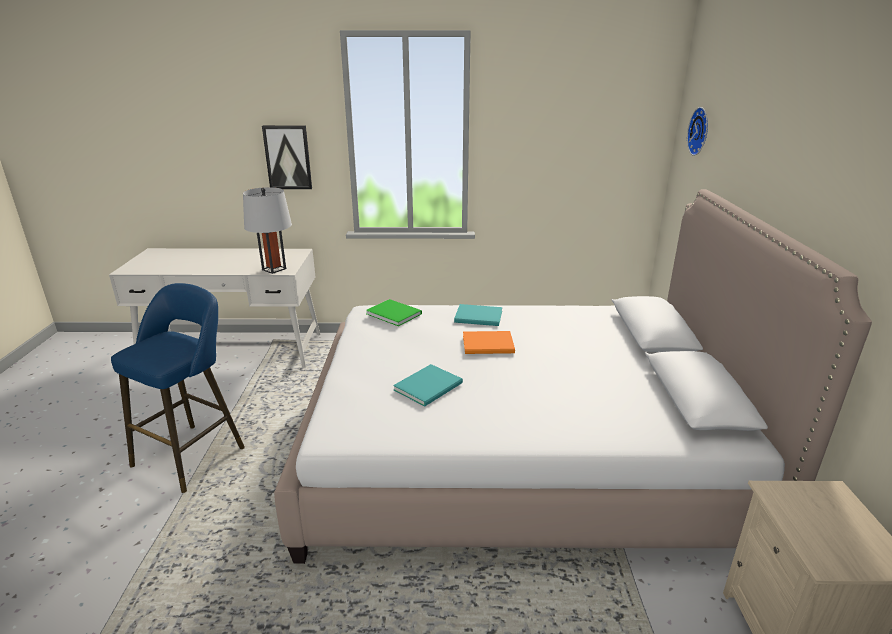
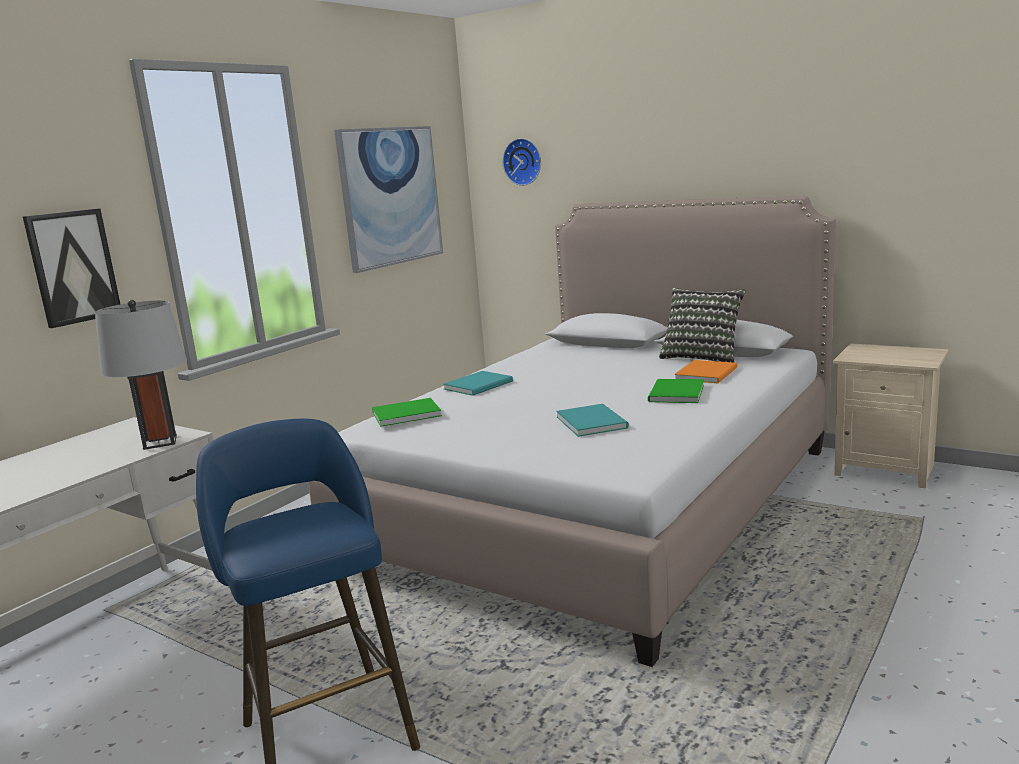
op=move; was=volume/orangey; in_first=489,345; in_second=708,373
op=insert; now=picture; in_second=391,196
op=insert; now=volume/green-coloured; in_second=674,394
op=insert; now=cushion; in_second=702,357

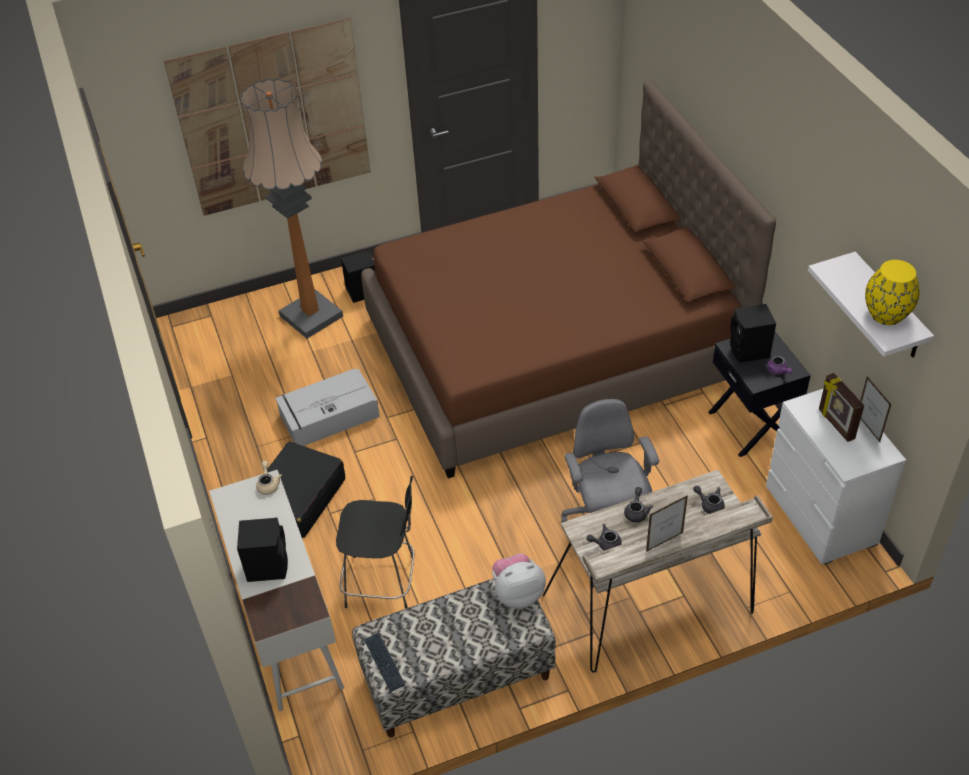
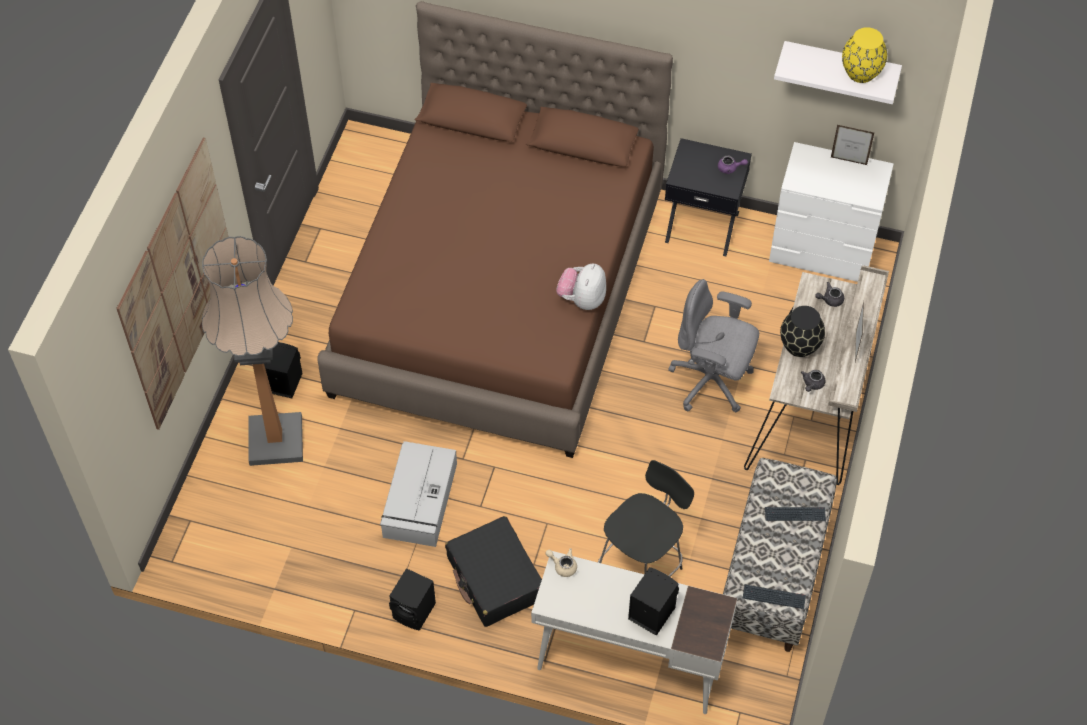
op=move; was=soft toy; in_first=517,594; in_second=582,299
op=replace; was=tea pot/greyish; now=decorative vase/blackish; in_first=636,511; in_second=799,346
op=move; was=speaker/blackish; in_first=749,351; in_second=415,612
op=delete; was=picture frame; in_first=835,424
op=insert; now=PC keyboard; in_second=795,514

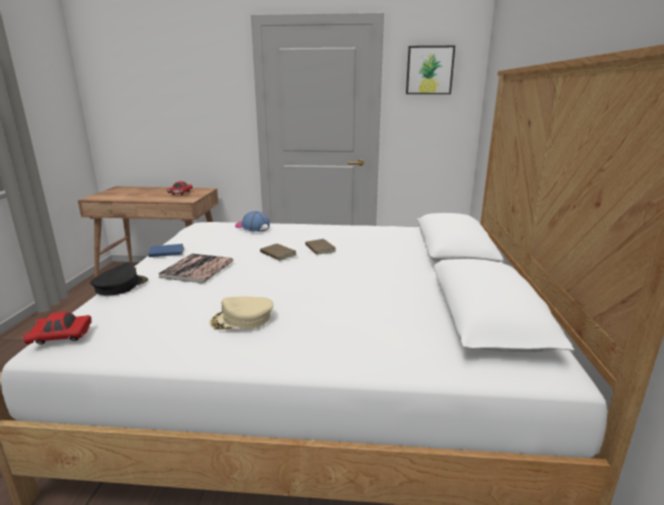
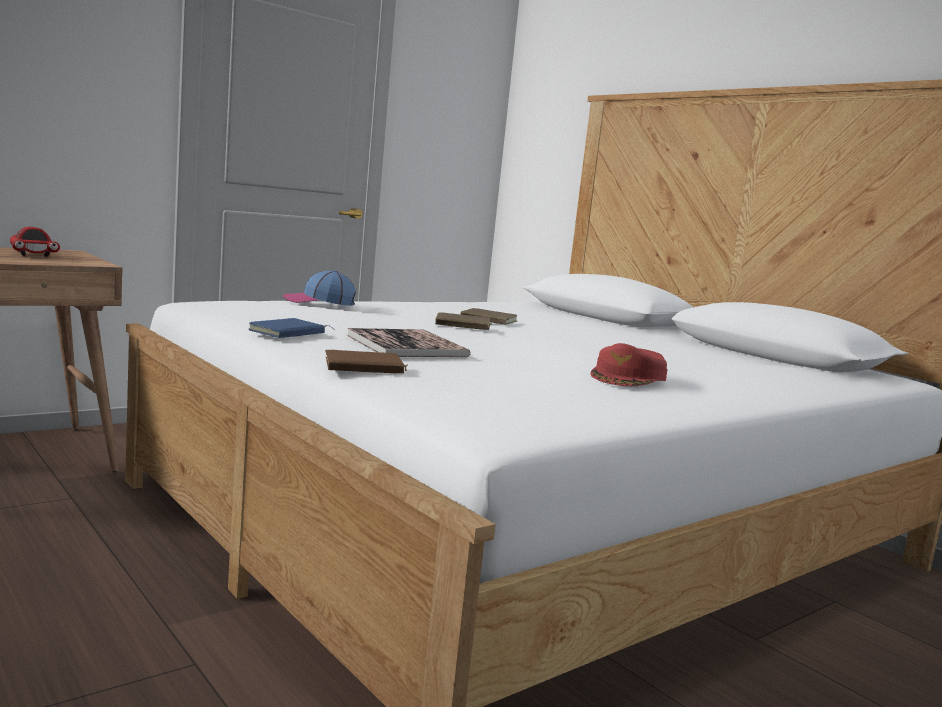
op=delete; was=miniature car/red-coloured; in_first=61,337
op=replace; was=peaked cap/blackish; now=volume/brown-coloured; in_first=120,286; in_second=363,368
op=recolor; was=peaked cap/sand-coloured; now=peaked cap/red-coloured; in_first=242,319; in_second=628,377
op=delete; was=picture; in_first=429,70

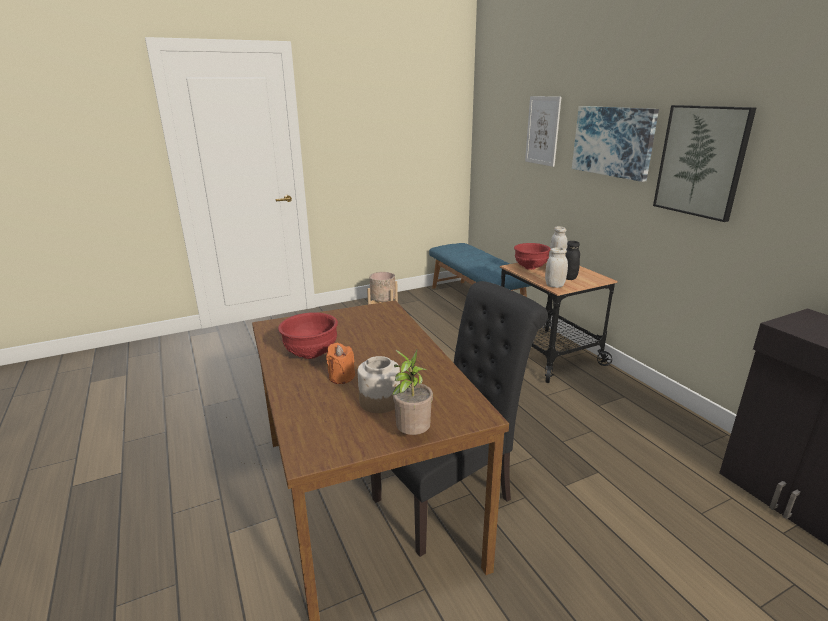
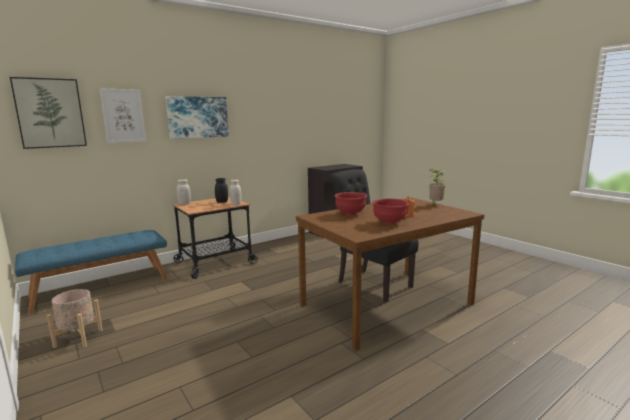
op=delete; was=preserve jar; in_first=380,401
op=move; was=deep dish/red-coloured; in_first=530,267; in_second=350,214
op=move; was=picture; in_first=701,161; in_second=50,113

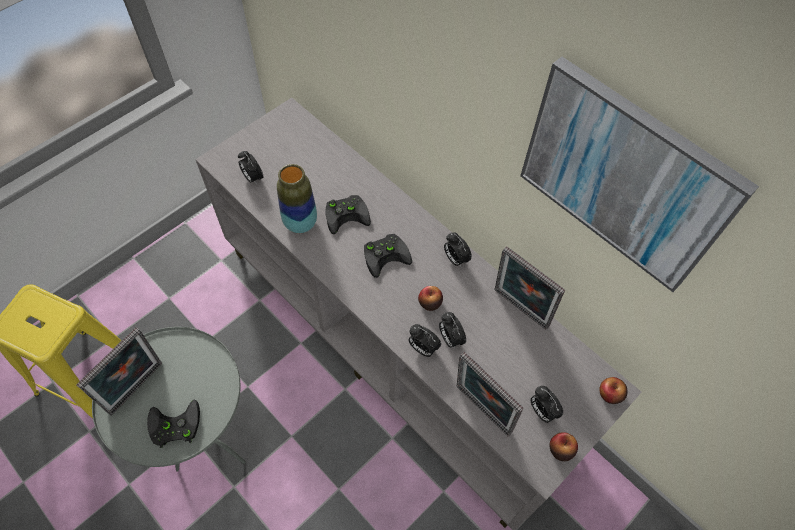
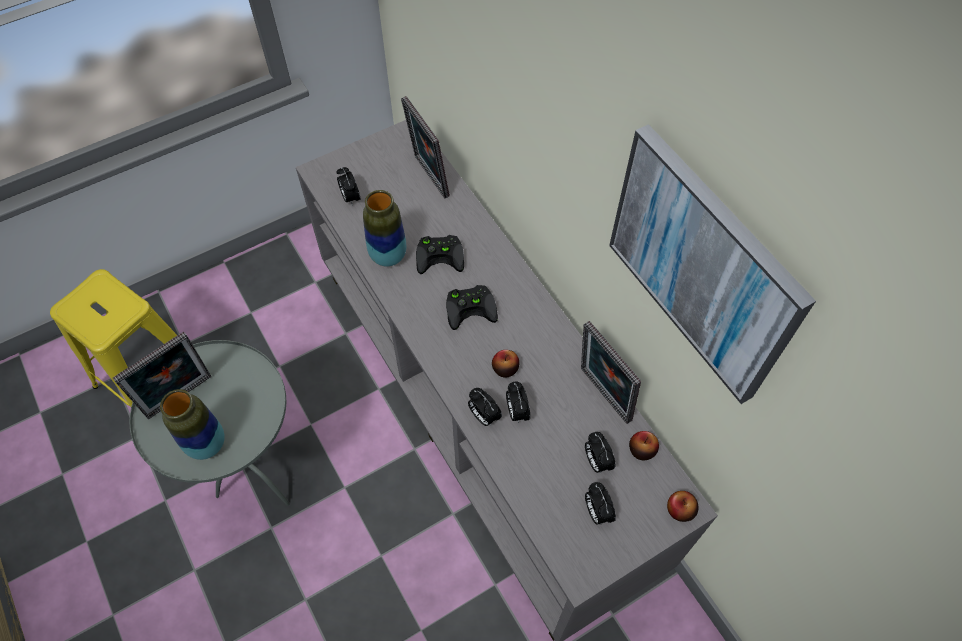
op=replace; was=gamepad/blackish; now=decorative vase; in_first=173,427; in_second=206,444
op=move; was=alarm clock; in_first=455,259; in_second=596,461
op=move; was=picture frame; in_first=480,412; in_second=428,177
op=move; was=apple fruit; in_first=561,449; in_second=642,449

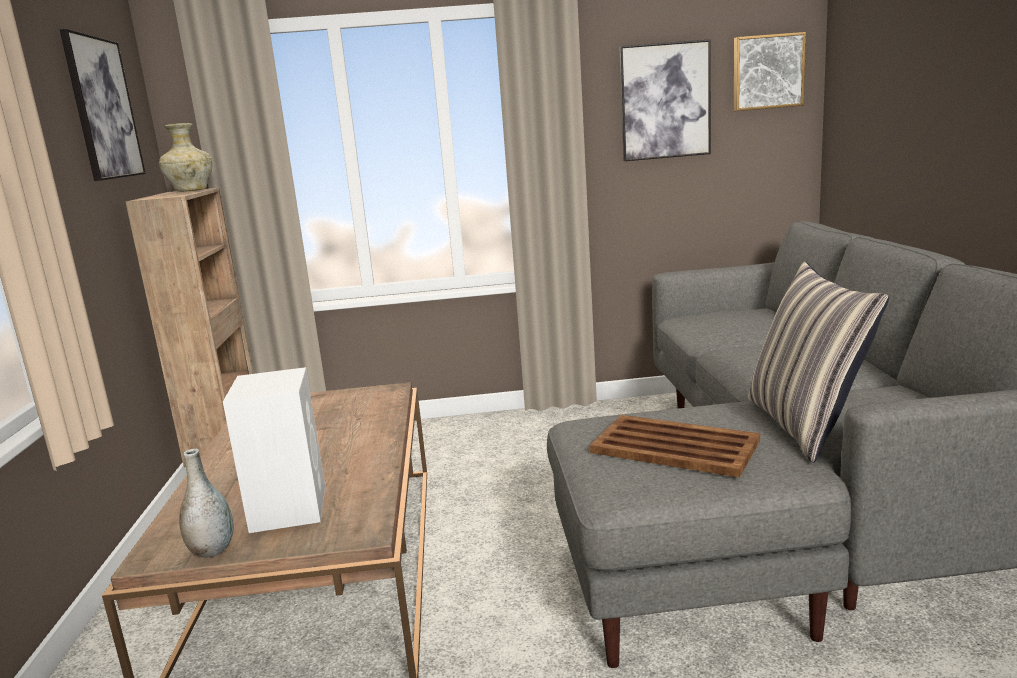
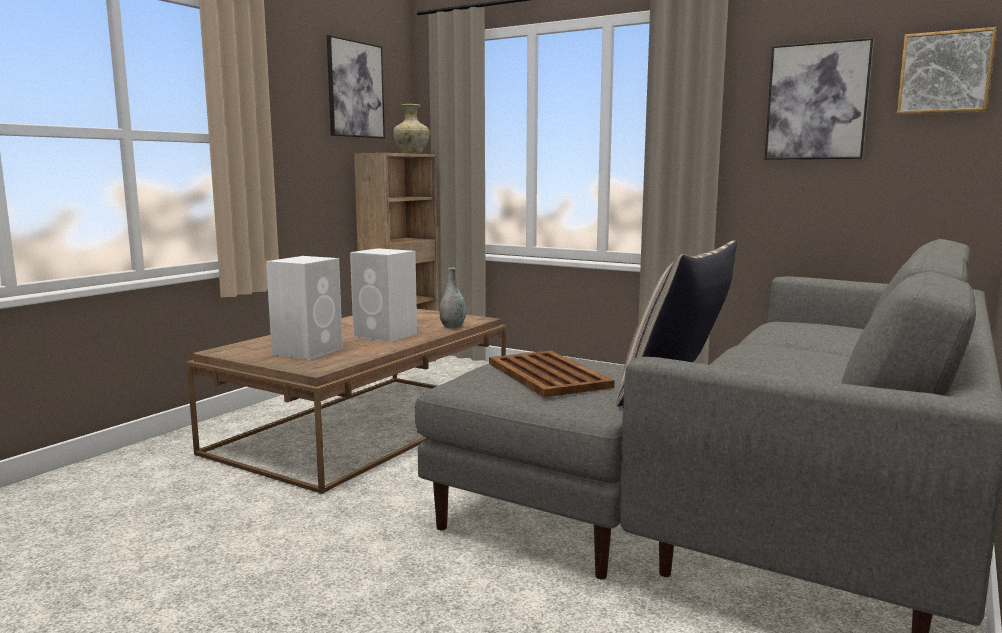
op=move; was=decorative vase/greyish; in_first=212,550; in_second=452,327
op=insert; now=speaker/whitish; in_second=386,335

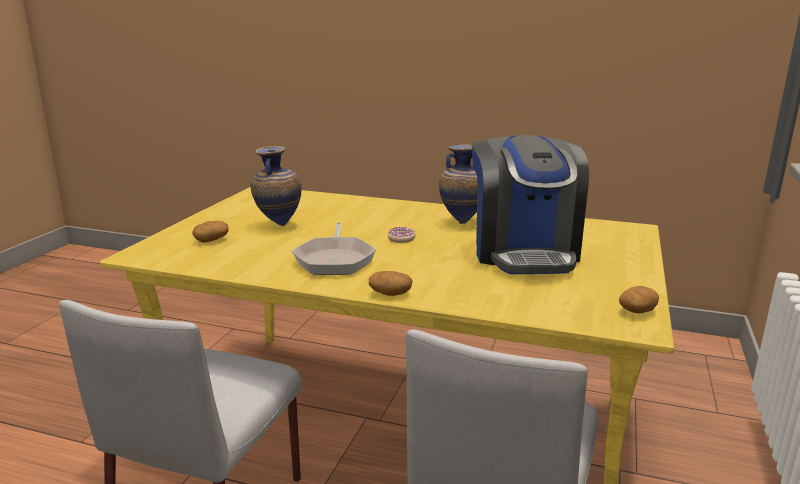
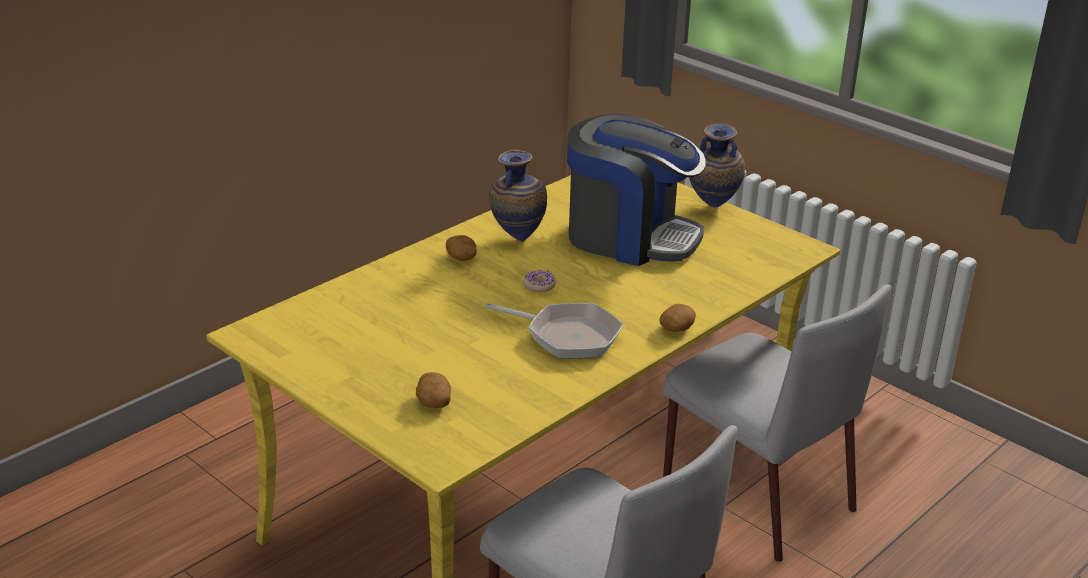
op=move; was=decorative vase; in_first=278,224; in_second=712,208
op=move; was=whole potato; in_first=637,311; in_second=462,258

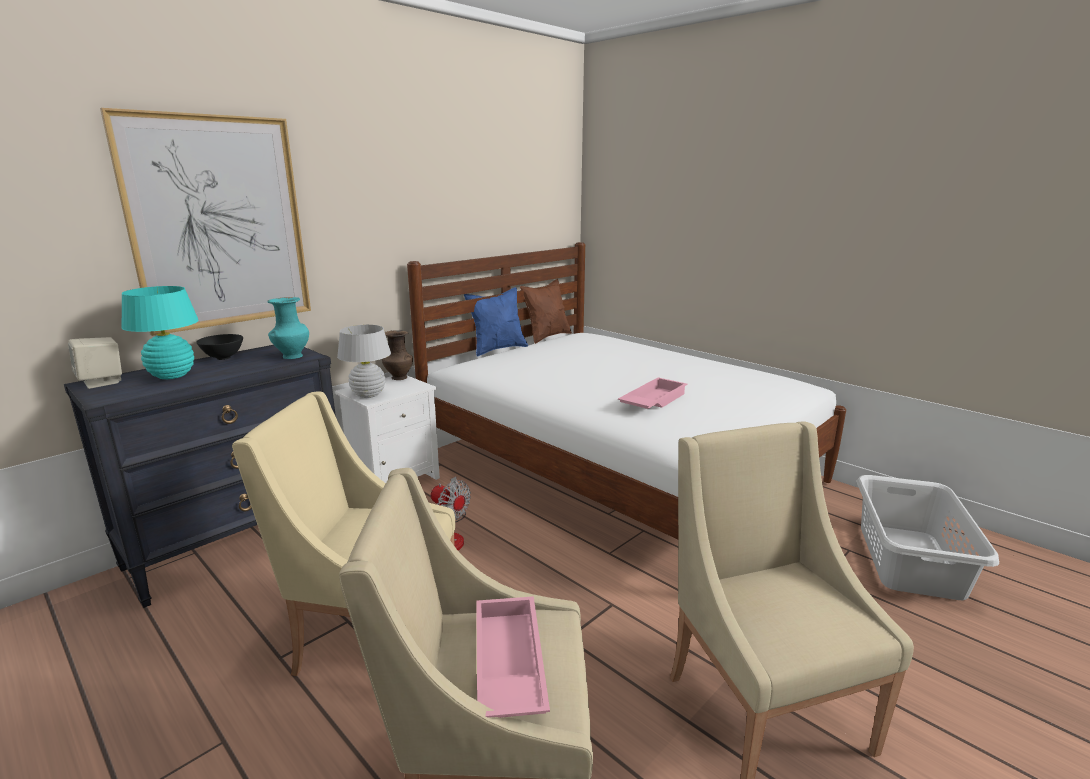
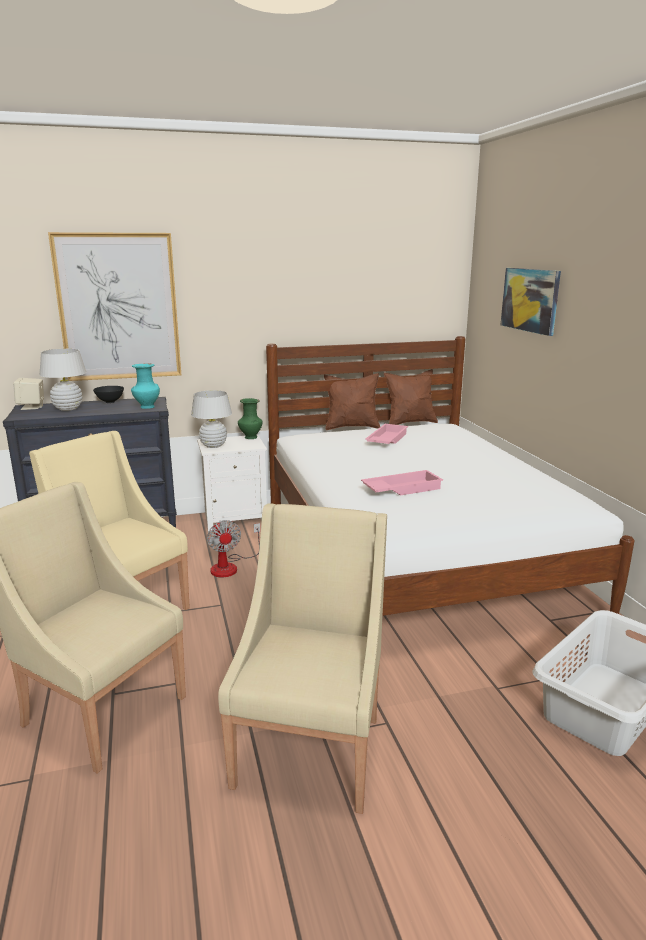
op=recolor; was=lamp for a table/turquoise; now=lamp for a table/whitish; in_first=172,375; in_second=68,409
op=recolor; was=decorative vase/brown-coloured; now=decorative vase/green-coloured; in_first=398,377; in_second=250,437
op=recolor; was=cushion/blue; now=cushion/brown-coloured; in_first=497,349; in_second=351,427
op=move; was=carrying tray/pink; in_first=506,665; in_second=386,440
op=insert; now=picture; in_second=530,300

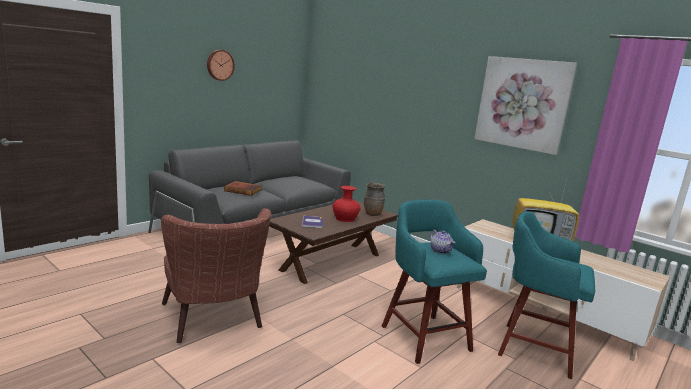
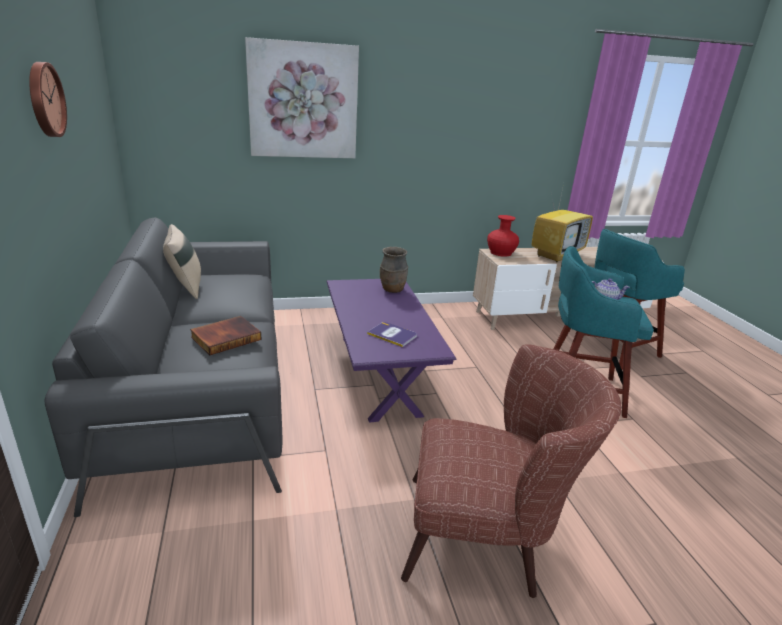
op=recolor; was=coffee table/brown-coloured; now=coffee table/purple; in_first=331,262; in_second=378,373
op=move; was=decorative vase/red-coloured; in_first=345,218; in_second=501,252
op=move; was=picture; in_first=522,104; in_second=303,101
op=insert; now=cushion/sand-coloured; in_second=185,287

